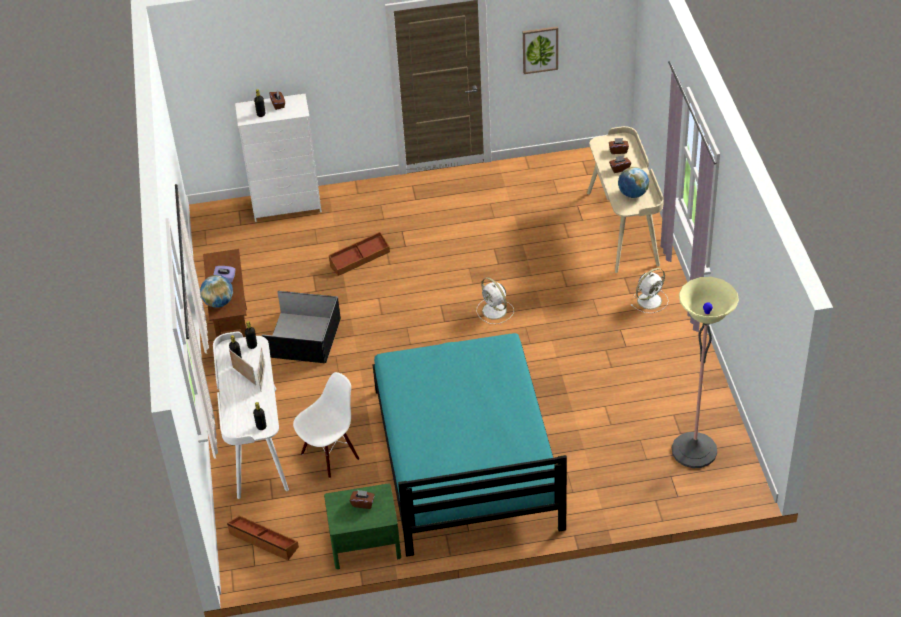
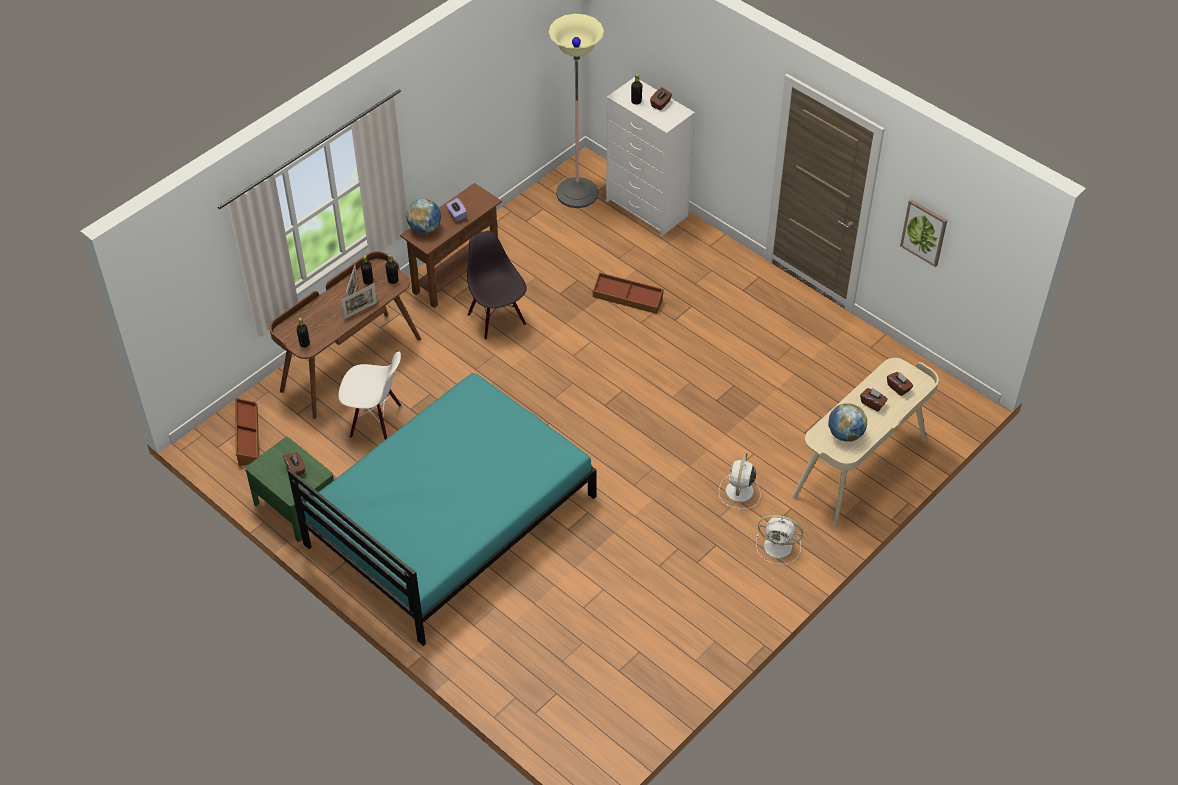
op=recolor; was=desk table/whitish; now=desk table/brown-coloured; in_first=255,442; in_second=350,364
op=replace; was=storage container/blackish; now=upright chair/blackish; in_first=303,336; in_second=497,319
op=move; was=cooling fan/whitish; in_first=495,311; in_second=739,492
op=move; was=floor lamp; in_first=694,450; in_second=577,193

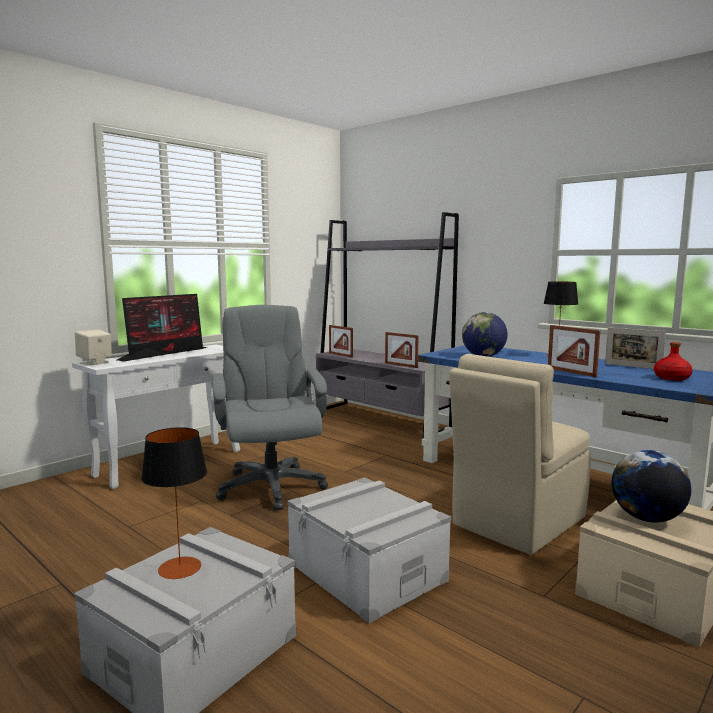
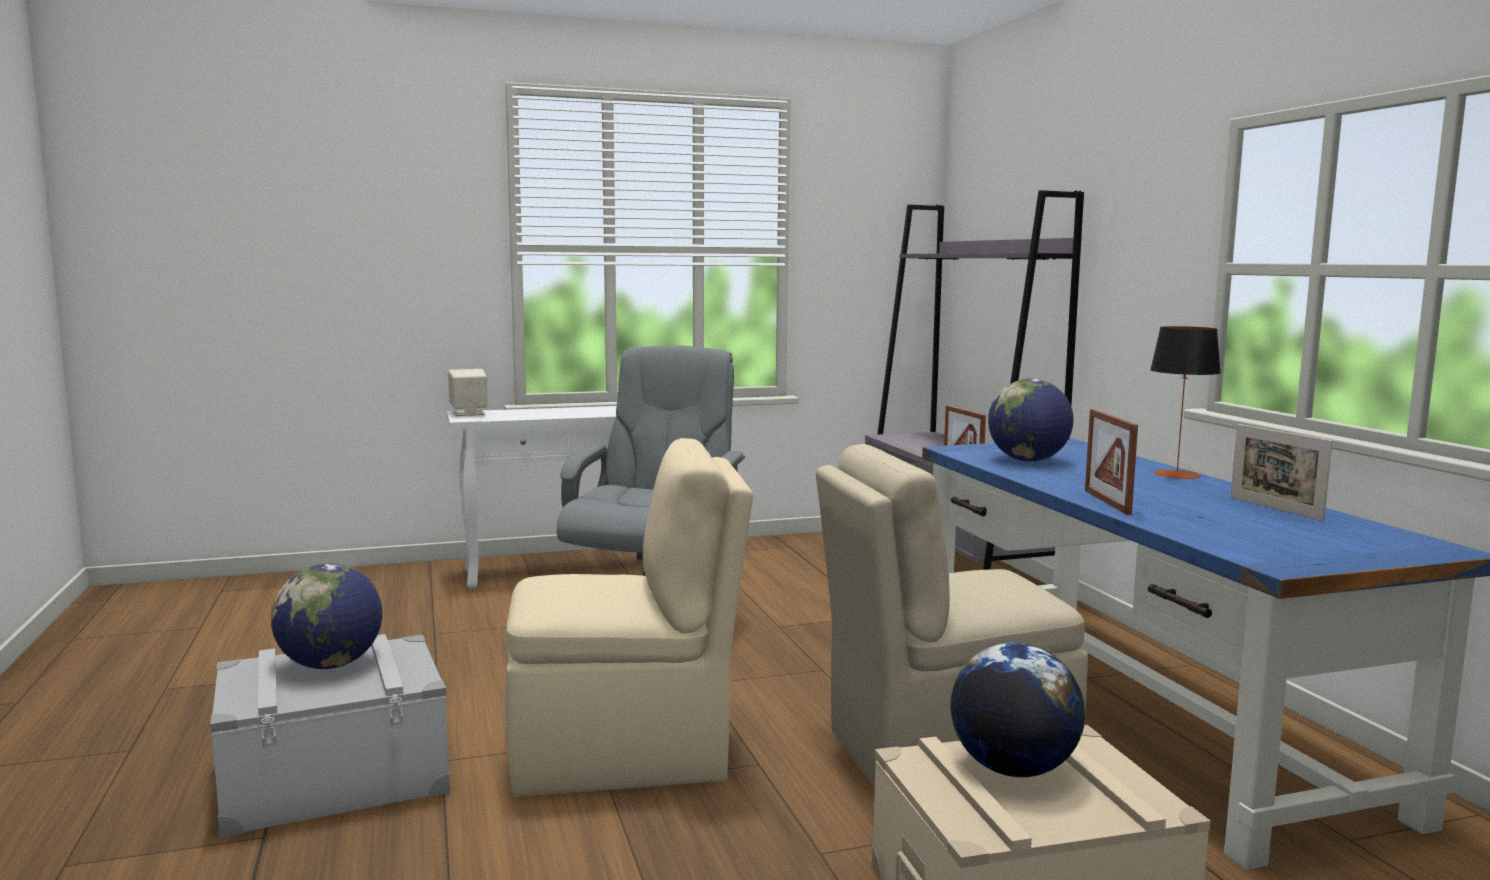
op=delete; was=computer screen; in_first=166,353
op=replace; was=lamp for a table; now=desk globe; in_first=180,568; in_second=331,665
op=replace; was=storage container/greyish; now=upright chair/sand-coloured; in_first=366,571; in_second=625,753
op=delete; was=picture frame; in_first=340,355
op=delete; was=bottle/red-coloured; in_first=672,378

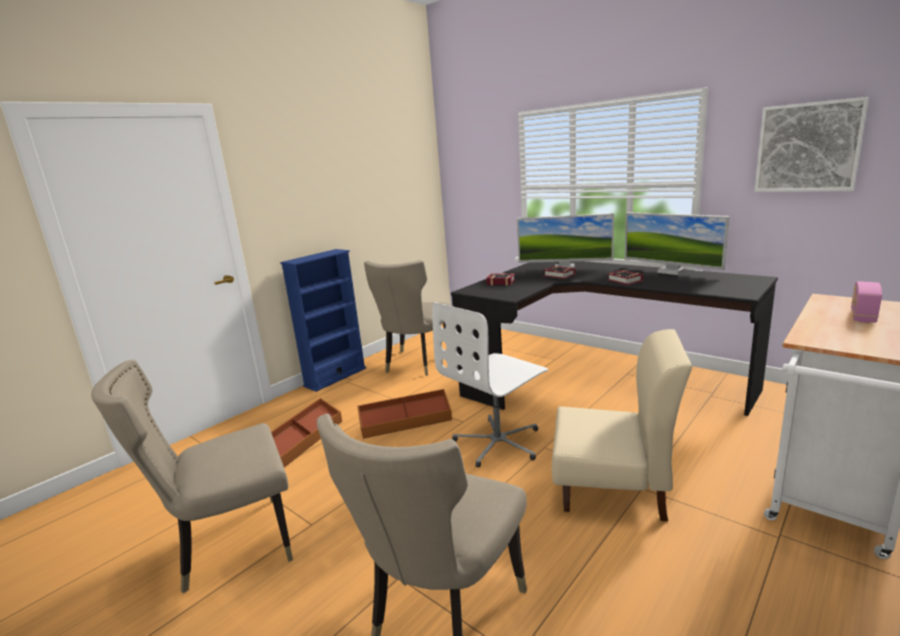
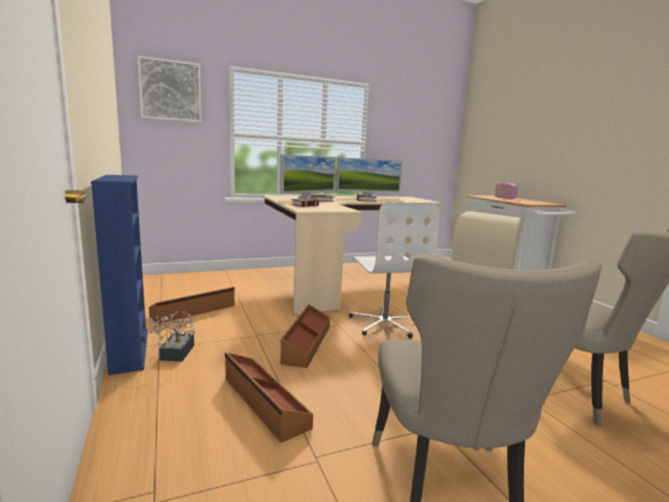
op=replace; was=upright chair/sand-coloured; now=storage container/brown-coloured; in_first=415,364; in_second=194,311
op=recolor; was=desk table/blackish; now=desk table/sand-coloured; in_first=596,381; in_second=342,280
op=move; was=picture; in_first=807,147; in_second=170,91
op=insert; now=houseplant; in_second=175,355

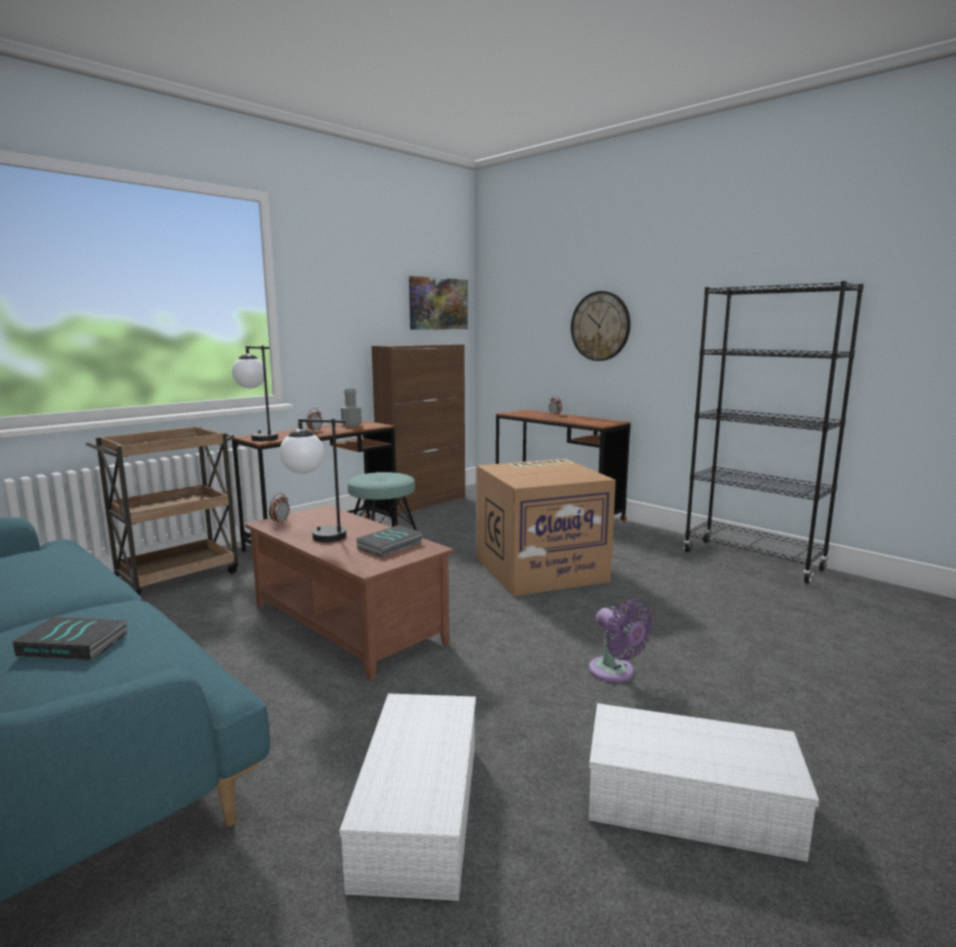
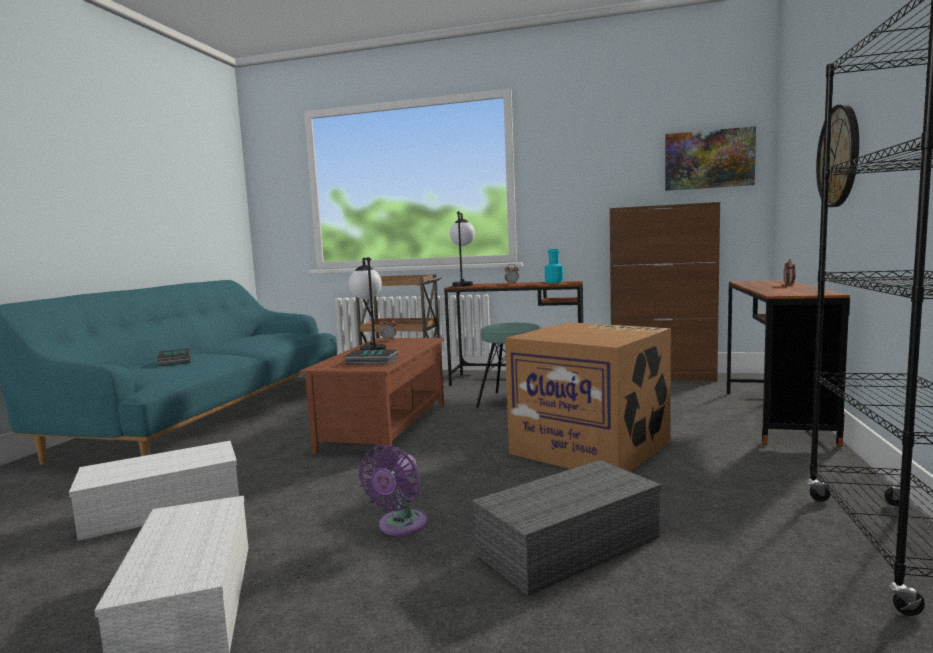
op=recolor; was=bottle/greyish; now=bottle/turquoise; in_first=351,425; in_second=554,282
op=insert; now=storage container/greyish; in_second=569,544

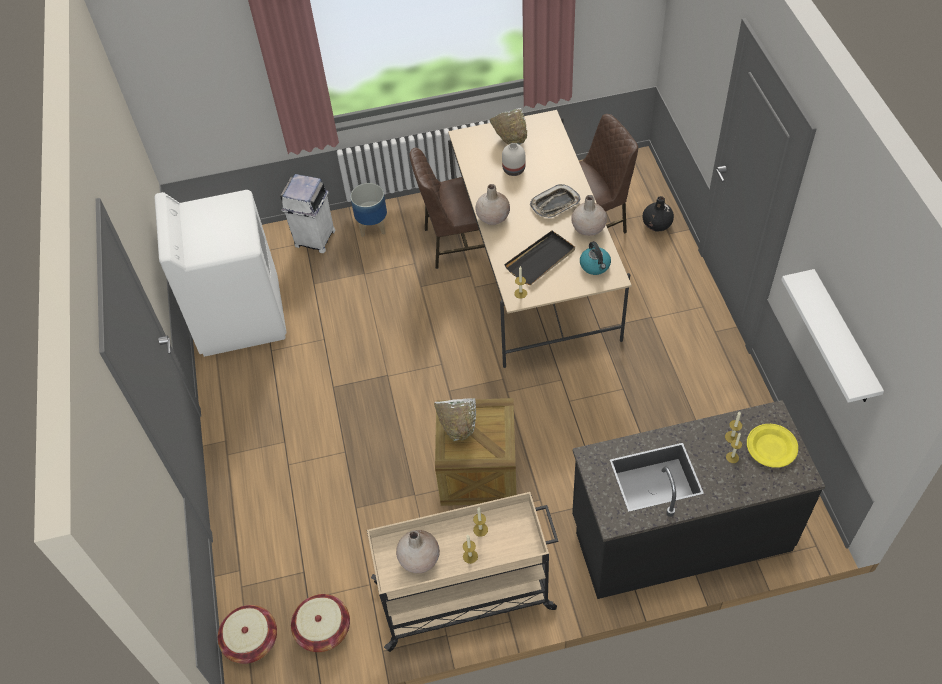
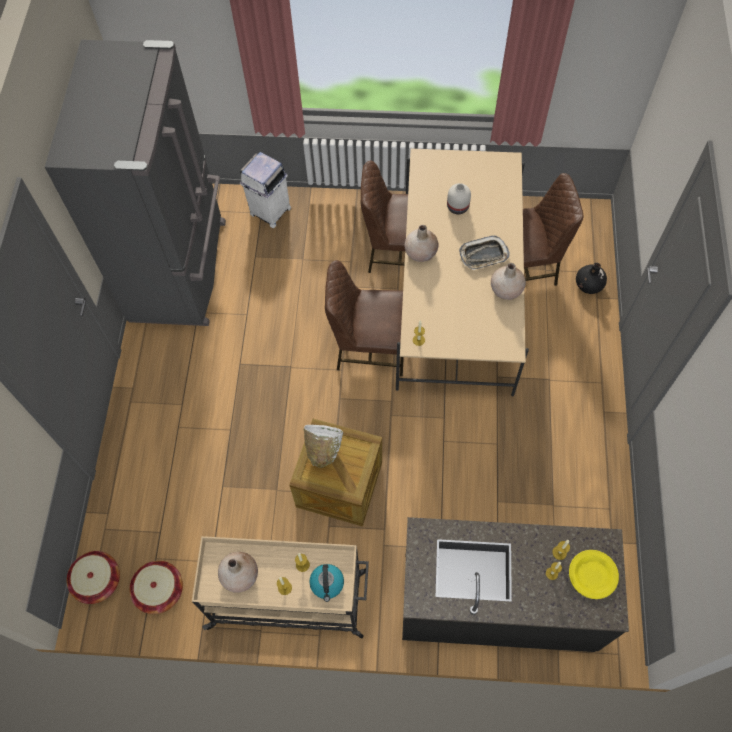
op=replace; was=washing machine/whitish; now=refrigerator/greyish; in_first=240,315; in_second=181,270
op=delete; was=plant pot; in_first=372,226
op=delete; was=deep dish/whitish; in_first=510,139
op=delete; was=carrying tray/blackish; in_first=541,259
op=move; was=kettle; in_first=595,266; in_second=327,584
op=delete; was=bracket shelf/whitish; in_first=842,339
op=insert; now=upright chair/brown-coloured; in_second=369,346

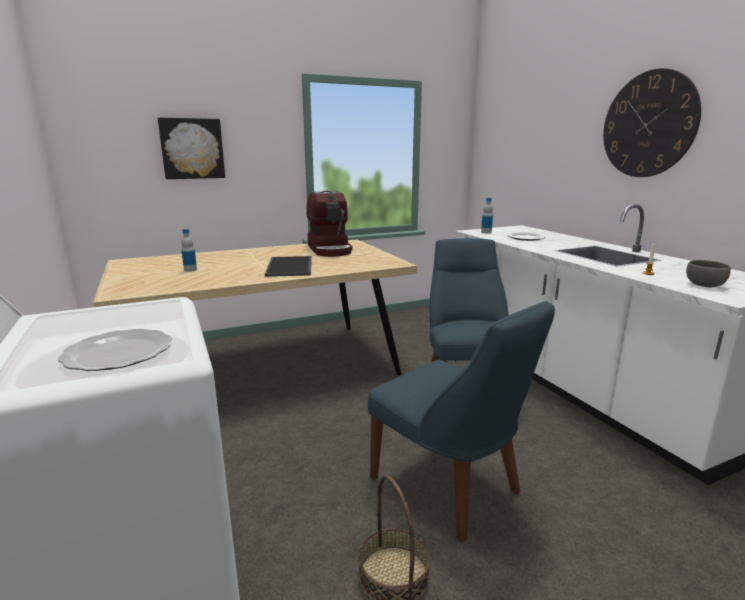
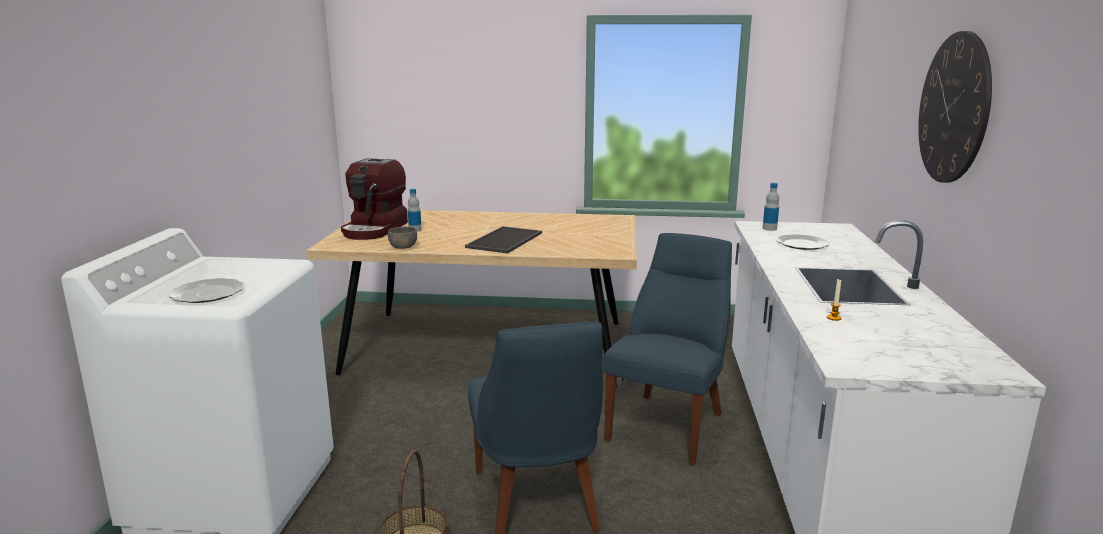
op=delete; was=picture; in_first=192,149
op=move; was=coffee machine; in_first=330,249; in_second=375,229
op=move; was=deep dish/greyish; in_first=705,285; in_second=403,247

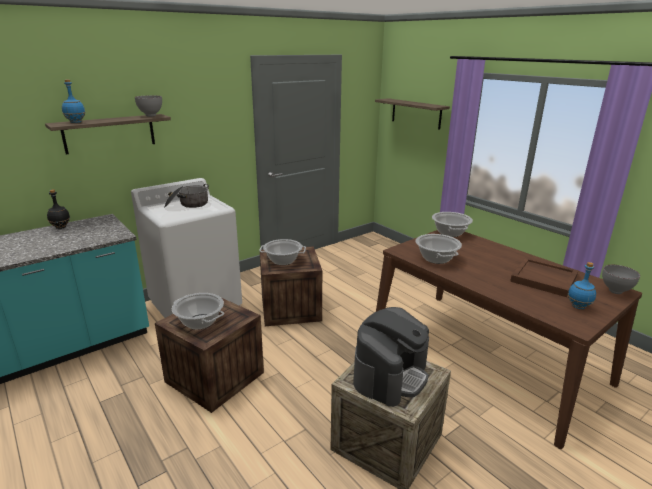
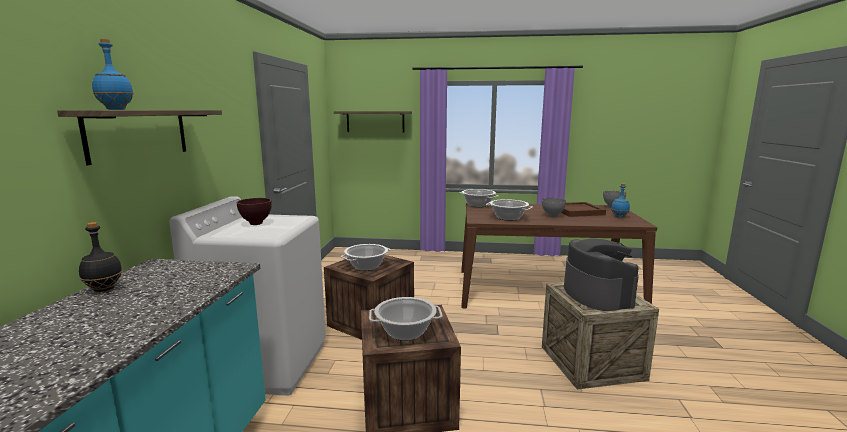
op=move; was=deep dish/greyish; in_first=151,116; in_second=553,216
op=replace; was=stockpot; now=deep dish/brown-coloured; in_first=187,205; in_second=256,224

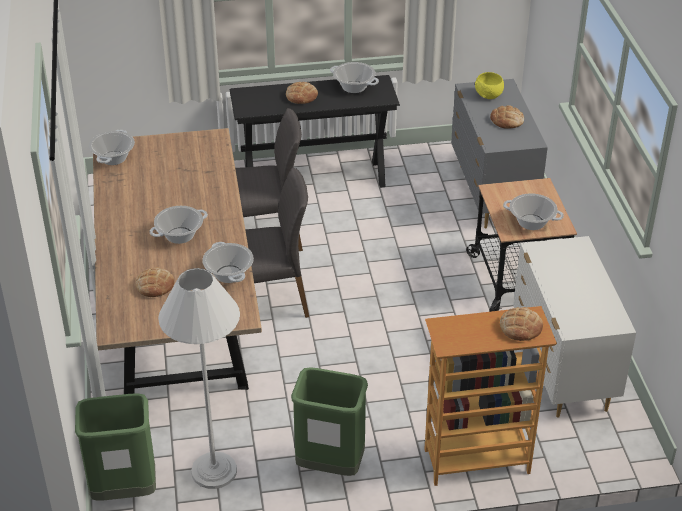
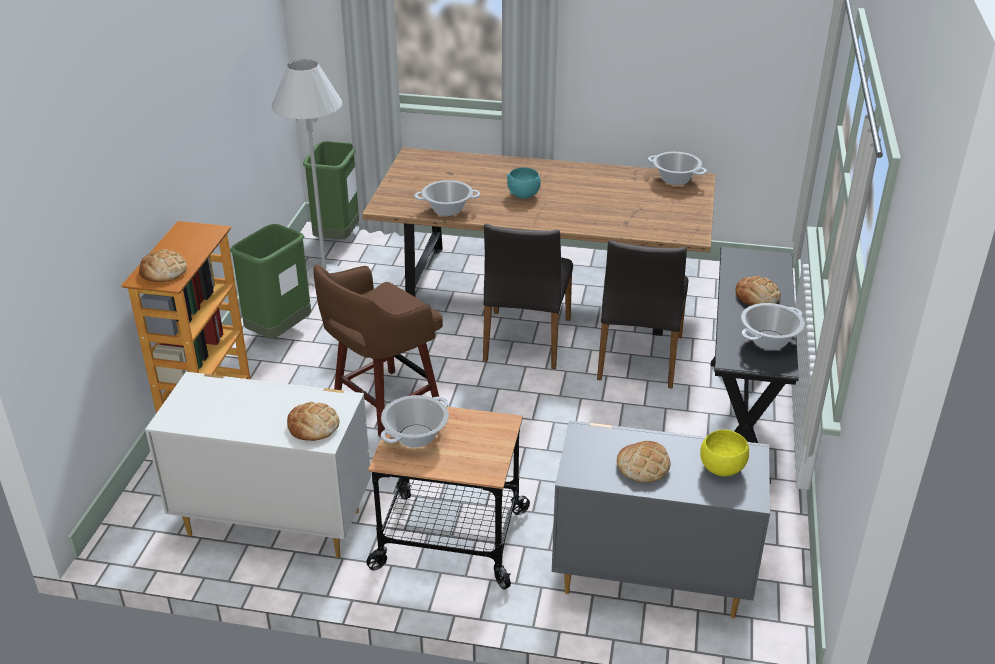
op=move; was=bread; in_first=155,285; in_second=313,426
op=replace; was=stockpot; now=deep dish/turquoise; in_first=179,235; in_second=524,195
op=insert; now=stool seat/brown-coloured; in_second=383,404

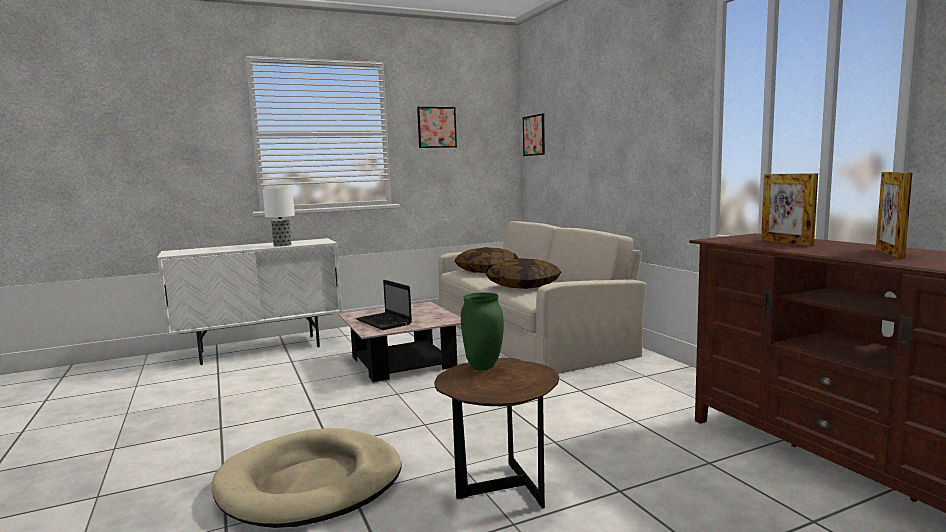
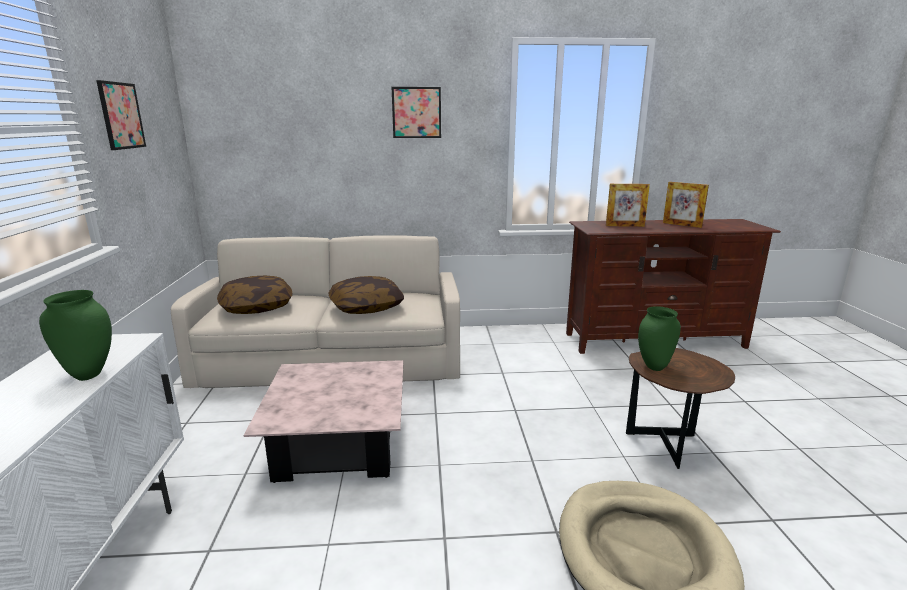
op=replace; was=lamp for a table; now=decorative vase/green-coloured; in_first=282,245; in_second=88,375
op=delete; was=portable computer; in_first=385,322
op=move; was=picture; in_first=534,135; in_second=416,112

